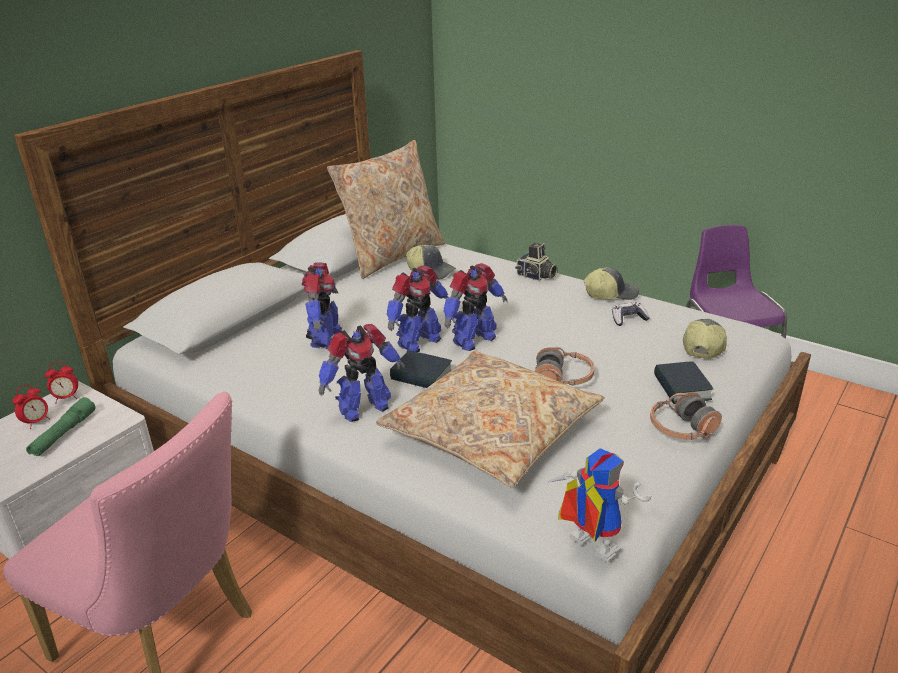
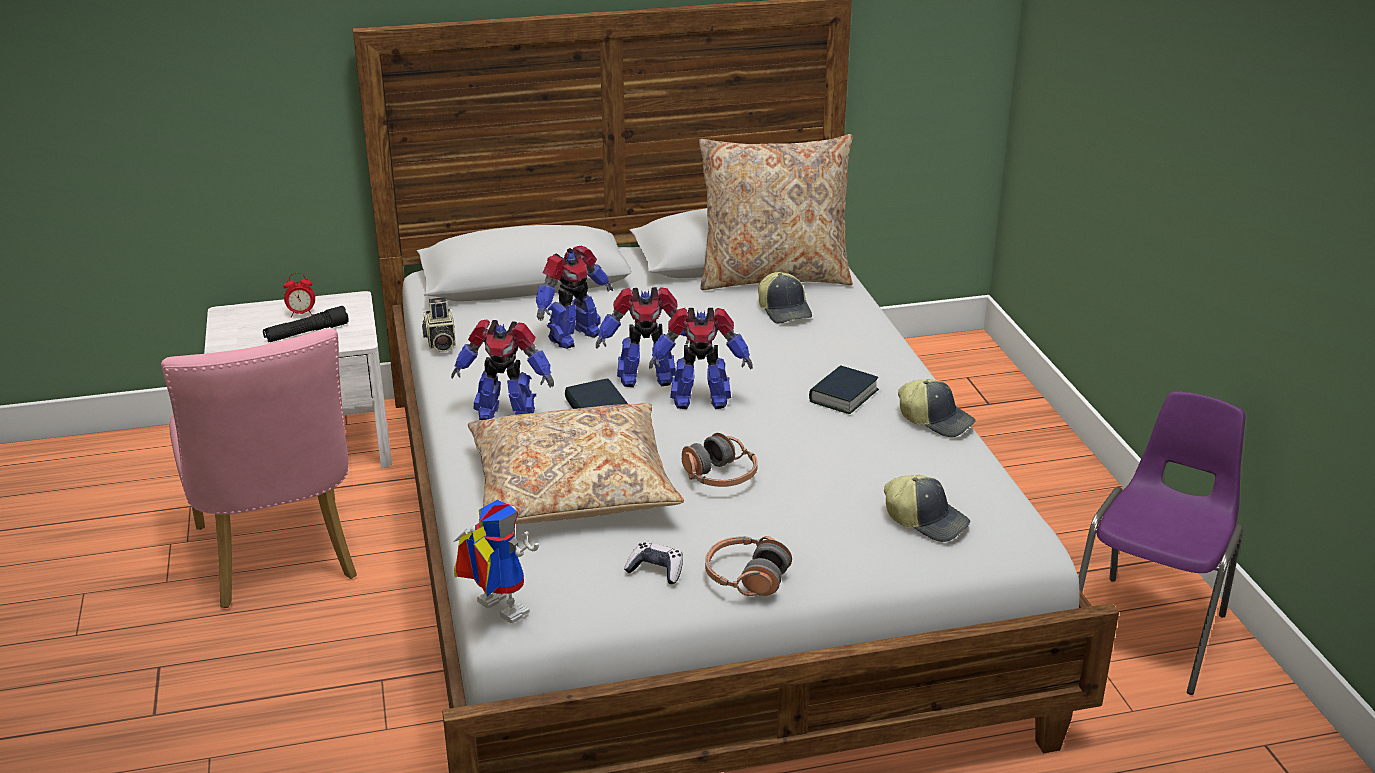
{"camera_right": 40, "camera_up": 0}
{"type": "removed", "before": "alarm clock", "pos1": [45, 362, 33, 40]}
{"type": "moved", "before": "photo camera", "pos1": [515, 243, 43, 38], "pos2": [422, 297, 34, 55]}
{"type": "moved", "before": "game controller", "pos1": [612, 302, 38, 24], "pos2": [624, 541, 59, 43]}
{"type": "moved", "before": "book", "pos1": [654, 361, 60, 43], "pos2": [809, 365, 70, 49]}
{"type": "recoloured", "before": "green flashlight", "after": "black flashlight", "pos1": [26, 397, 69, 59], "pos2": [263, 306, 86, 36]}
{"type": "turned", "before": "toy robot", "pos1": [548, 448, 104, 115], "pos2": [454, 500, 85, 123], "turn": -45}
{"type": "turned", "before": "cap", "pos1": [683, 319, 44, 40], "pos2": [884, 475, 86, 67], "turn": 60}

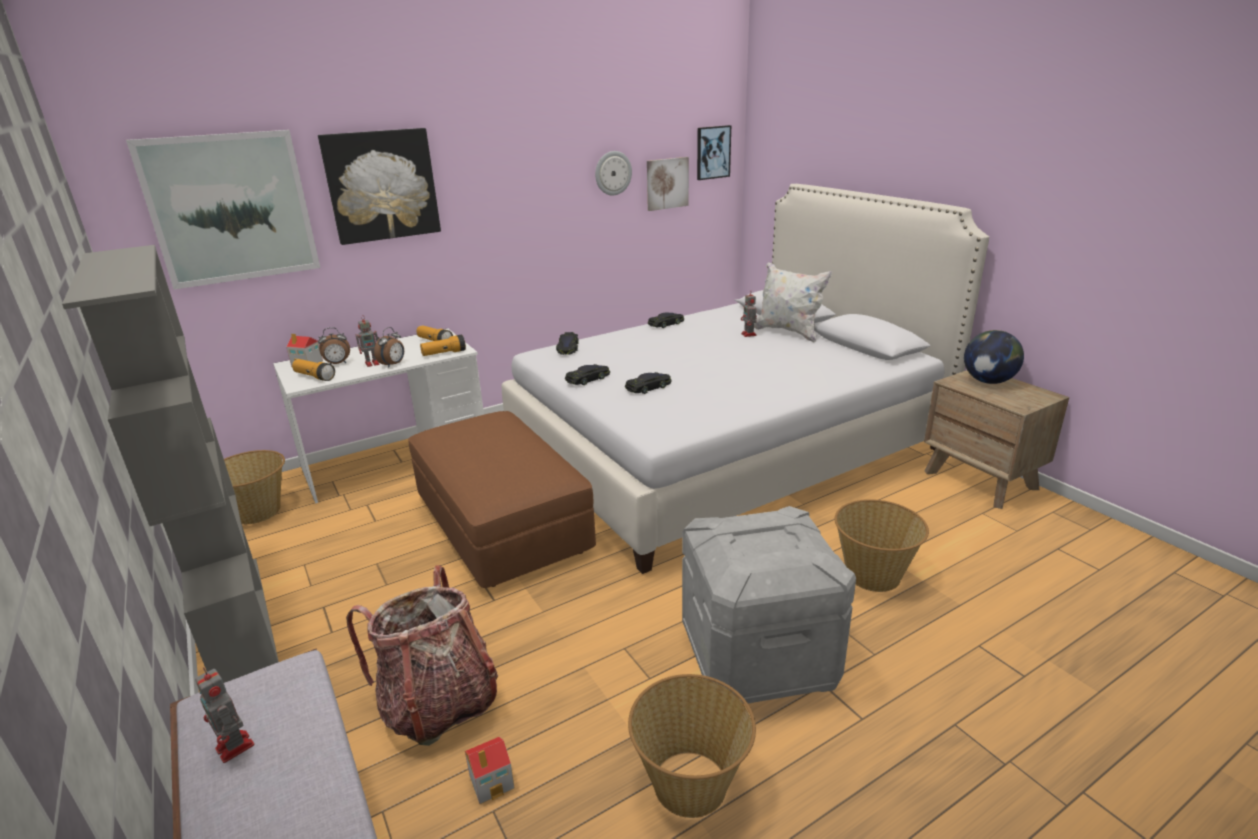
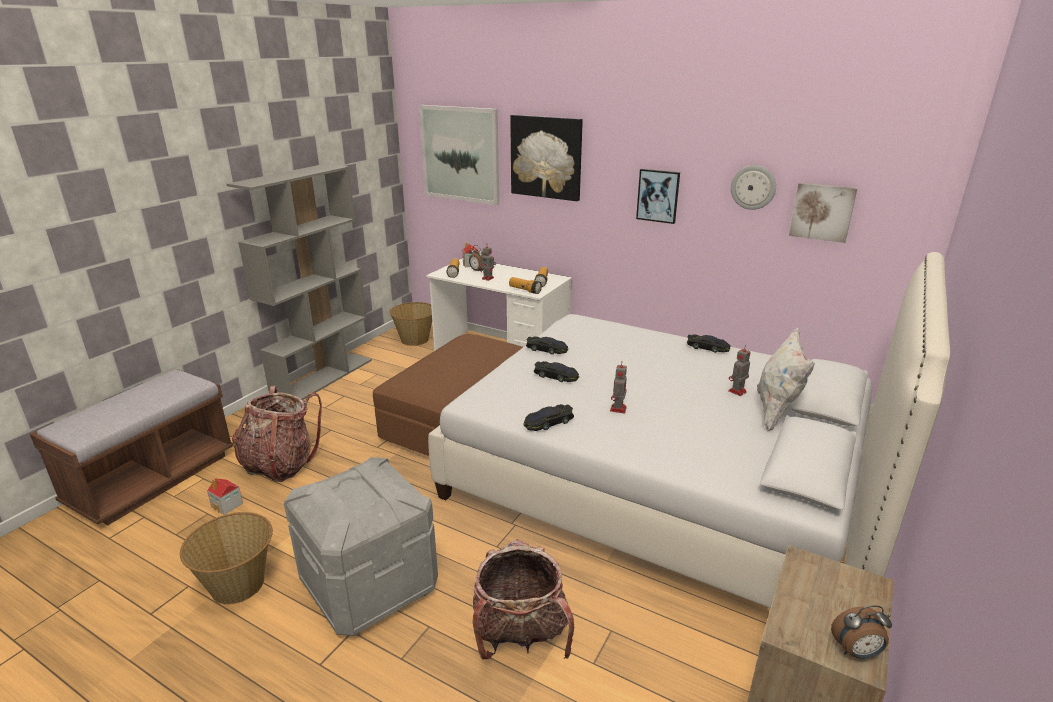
{"camera_right": 60, "camera_up": 0}
{"type": "removed", "before": "globe", "pos1": [964, 330, 60, 54]}
{"type": "moved", "before": "toy robot", "pos1": [195, 667, 59, 96], "pos2": [610, 363, 17, 50]}
{"type": "moved", "before": "alarm clock", "pos1": [374, 327, 30, 41], "pos2": [831, 606, 61, 53]}
{"type": "moved", "before": "black toy car", "pos1": [556, 332, 23, 23], "pos2": [524, 404, 50, 27]}
{"type": "moved", "before": "picture", "pos1": [697, 125, 34, 55], "pos2": [636, 169, 44, 55]}
{"type": "replaced", "before": "basket", "after": "backpack", "pos1": [835, 499, 94, 93], "pos2": [473, 539, 101, 120]}

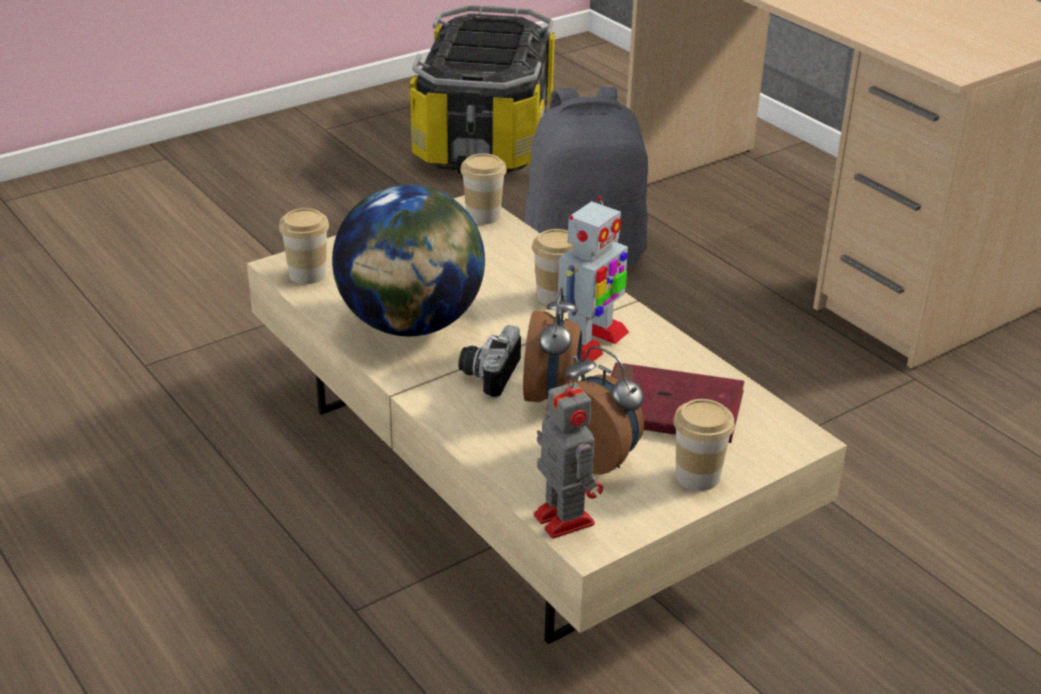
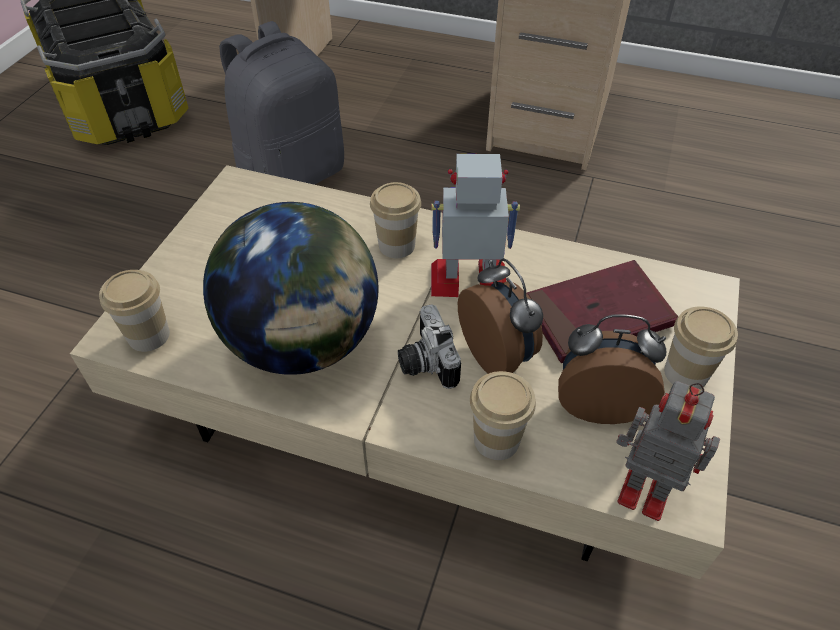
{"camera_right": -35, "camera_up": 15}
{"type": "moved", "before": "cup", "pos1": [460, 154, 47, 70], "pos2": [470, 371, 66, 89]}
{"type": "turned", "before": "toy robot", "pos1": [557, 196, 72, 165], "pos2": [431, 154, 89, 143], "turn": -90}

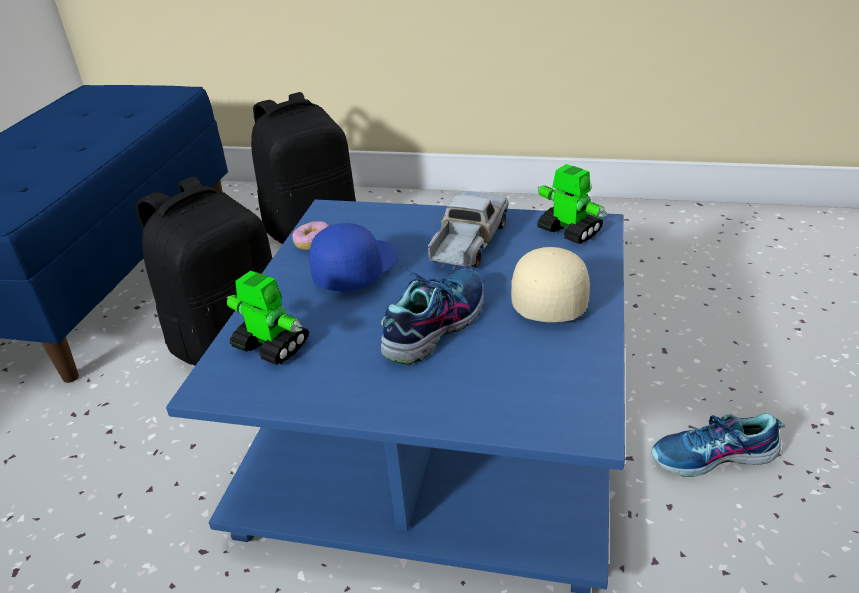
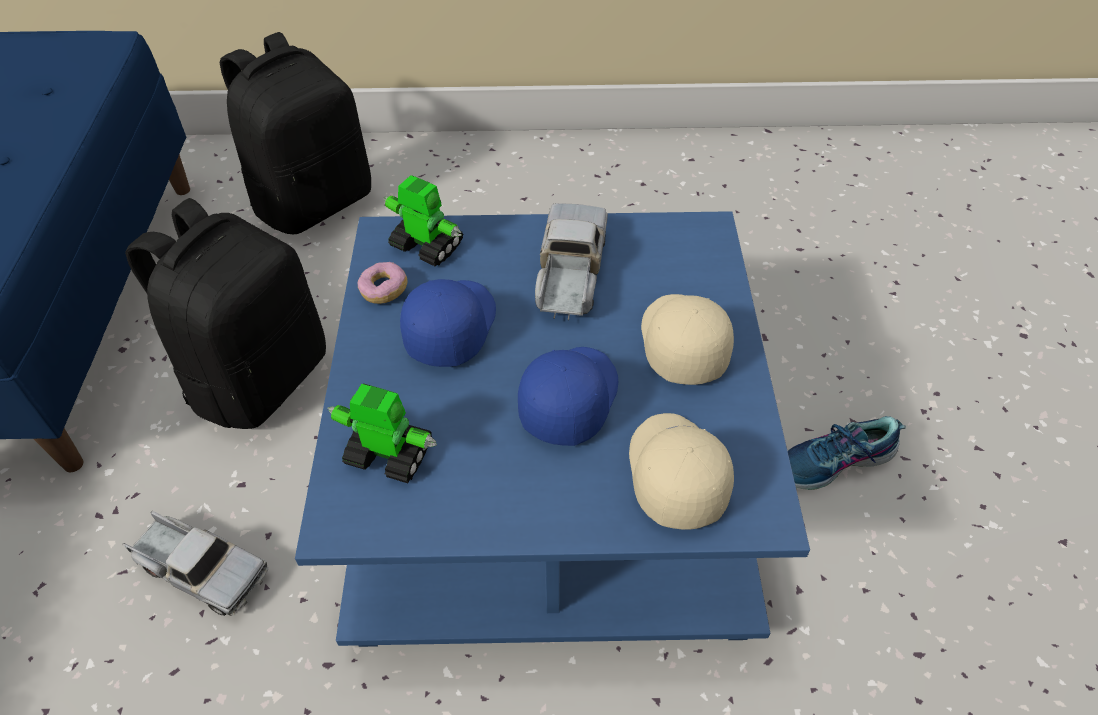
{"camera_right": -15, "camera_up": 15}
{"type": "added", "after": "toy truck", "pos2": [122, 511, 146, 105]}
{"type": "added", "after": "beige cap", "pos2": [629, 413, 105, 117]}
{"type": "moved", "before": "toy robot", "pos1": [537, 164, 70, 80], "pos2": [384, 175, 79, 91]}
{"type": "replaced", "before": "shoe", "after": "blue cap", "pos1": [381, 267, 103, 98], "pos2": [518, 347, 100, 99]}

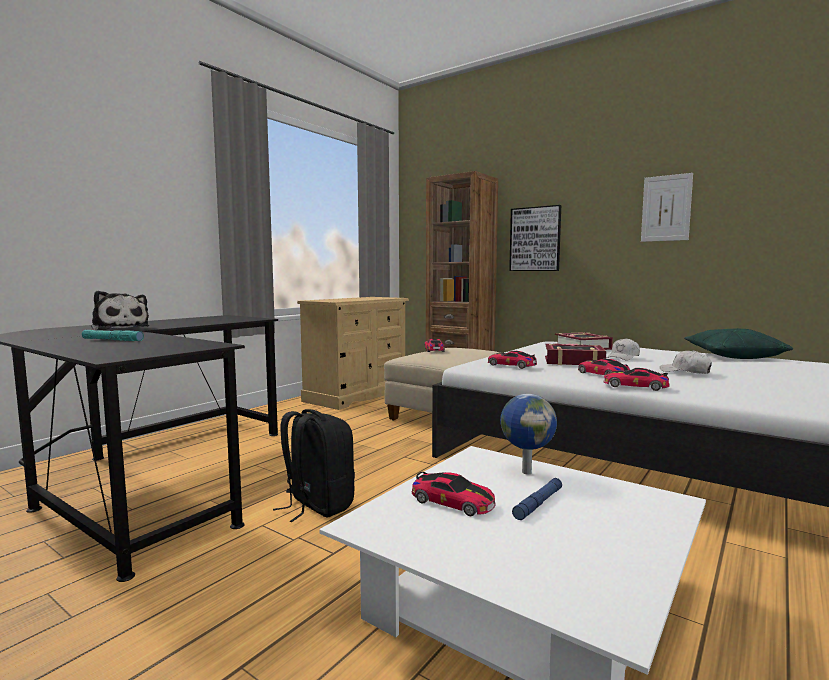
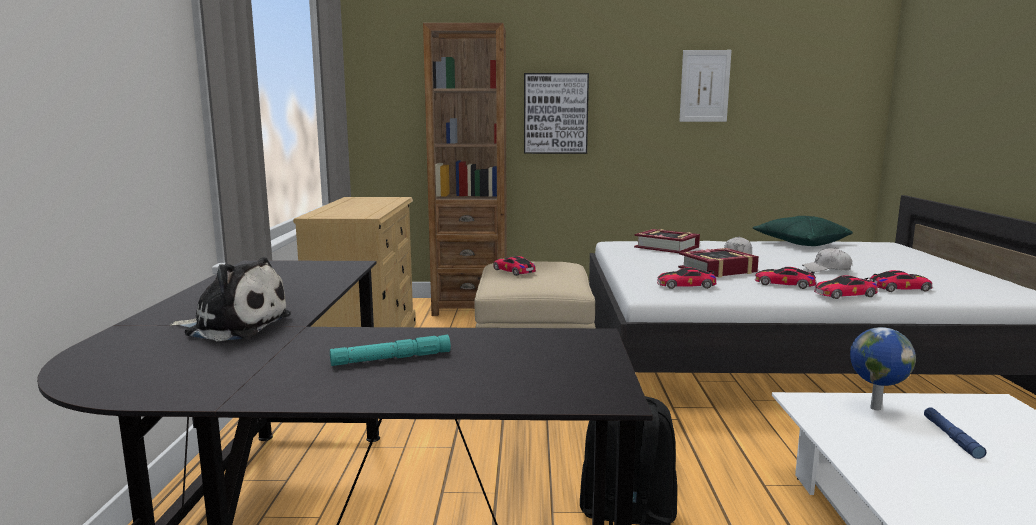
{"camera_right": -35, "camera_up": 5}
{"type": "moved", "before": "toy car", "pos1": [412, 472, 84, 44], "pos2": [870, 270, 62, 22]}

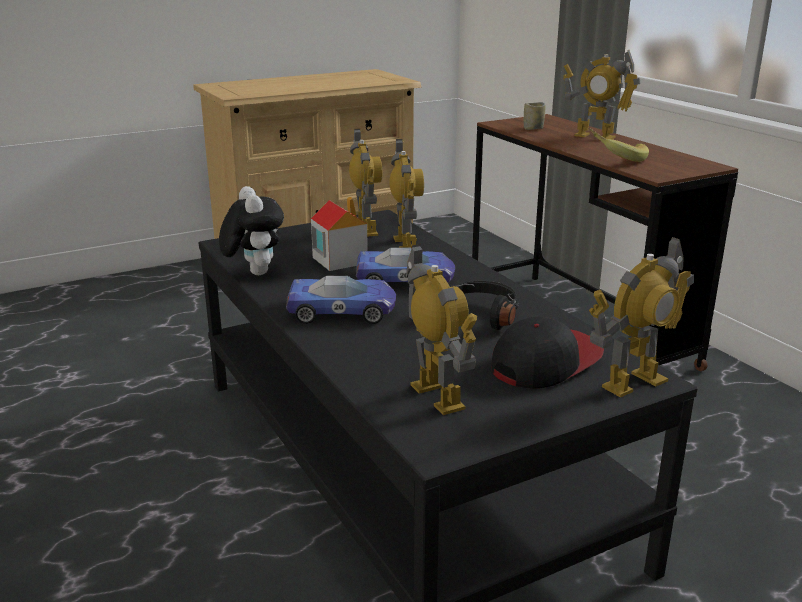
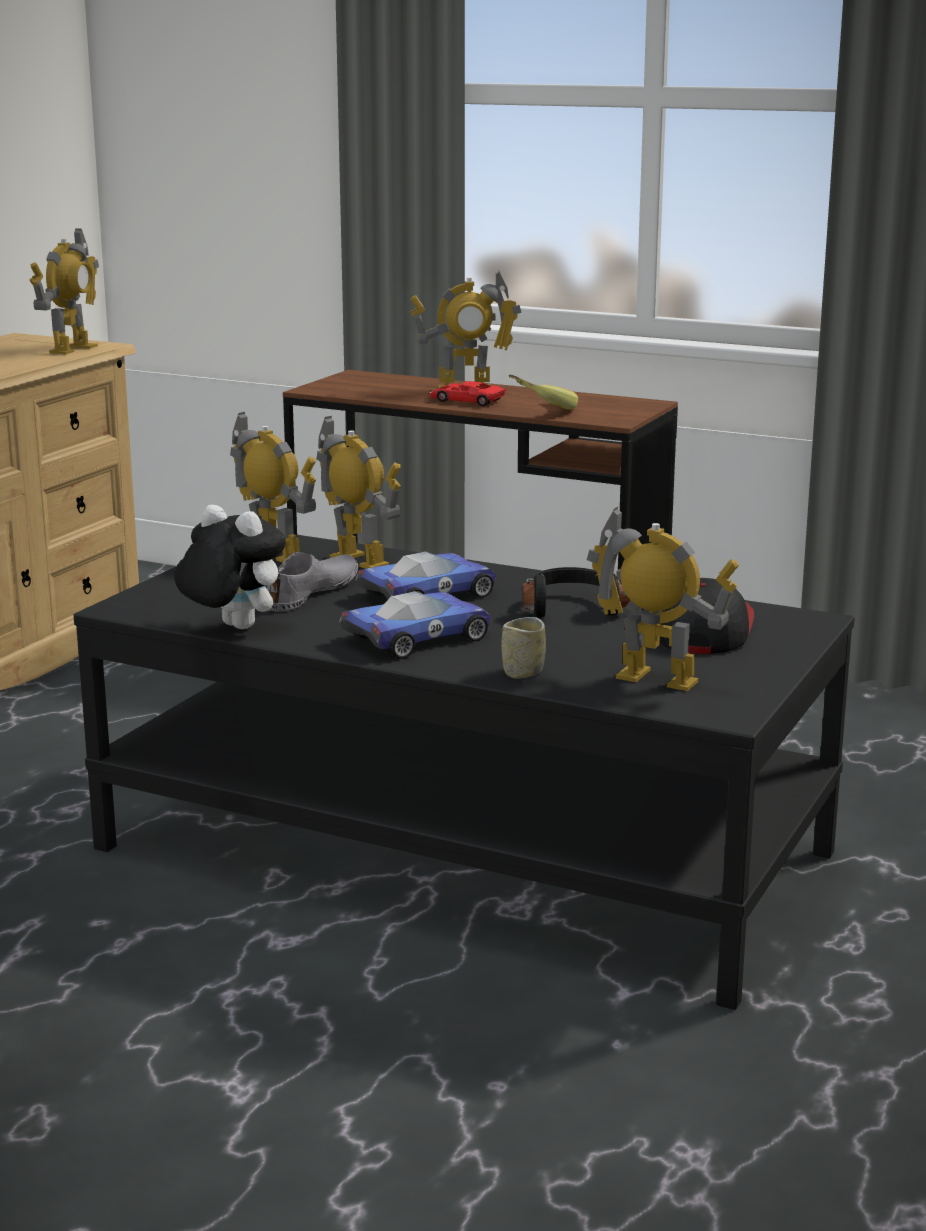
{"camera_right": -35, "camera_up": -5}
{"type": "added", "after": "red toy car", "pos2": [429, 381, 77, 25]}
{"type": "moved", "before": "cup", "pos1": [524, 102, 21, 28], "pos2": [501, 617, 45, 62]}
{"type": "moved", "before": "toy robot", "pos1": [589, 237, 105, 160], "pos2": [30, 228, 69, 127]}
{"type": "replaced", "before": "toy house", "after": "grey shoe", "pos1": [311, 197, 57, 74], "pos2": [267, 552, 91, 60]}

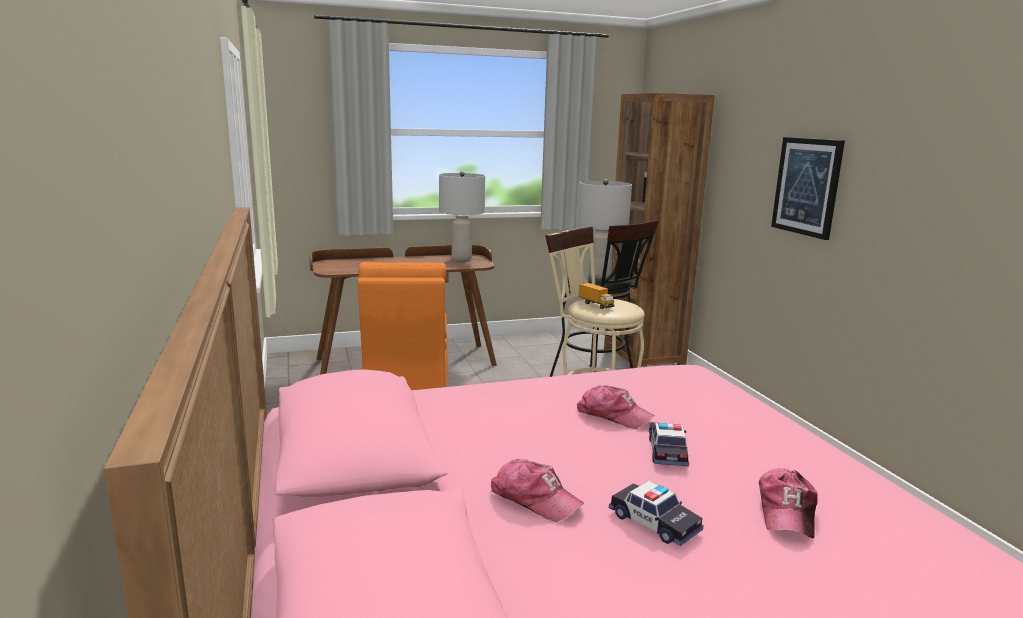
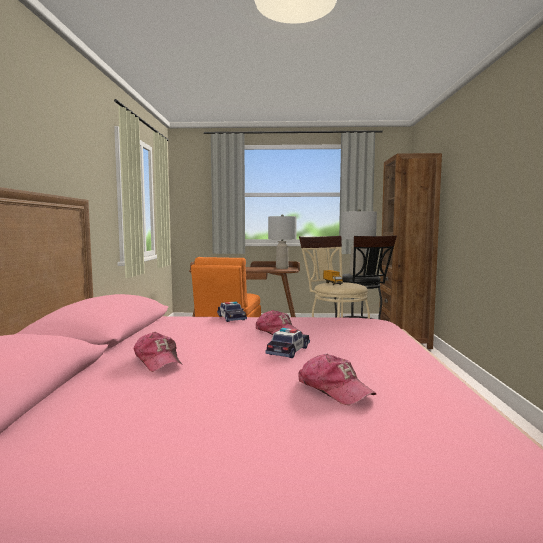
{"camera_right": 20, "camera_up": -10}
{"type": "removed", "before": "picture", "pos1": [771, 137, 74, 103]}
{"type": "moved", "before": "toy car", "pos1": [609, 481, 95, 65], "pos2": [217, 302, 30, 20]}
{"type": "turned", "before": "cap", "pos1": [759, 469, 59, 69], "pos2": [298, 354, 78, 51], "turn": -75}

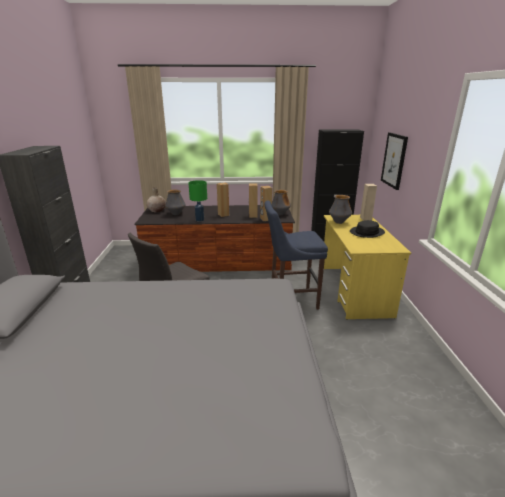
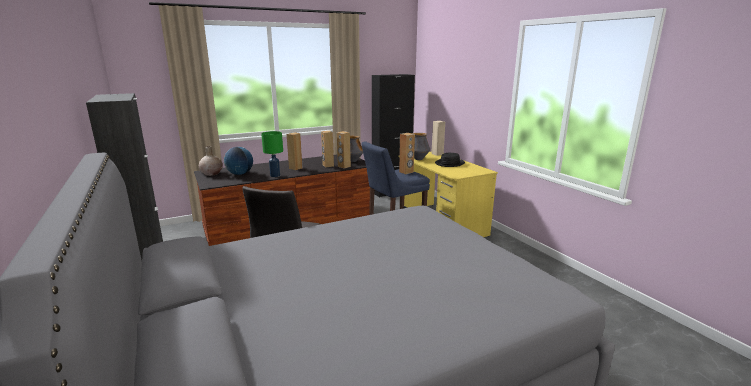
{"camera_right": -25, "camera_up": -5}
{"type": "removed", "before": "picture", "pos1": [381, 132, 27, 58]}
{"type": "added", "after": "brown speaker", "pos2": [399, 133, 16, 41]}
{"type": "replaced", "before": "vase", "after": "globe", "pos1": [165, 189, 21, 26], "pos2": [224, 147, 29, 28]}

